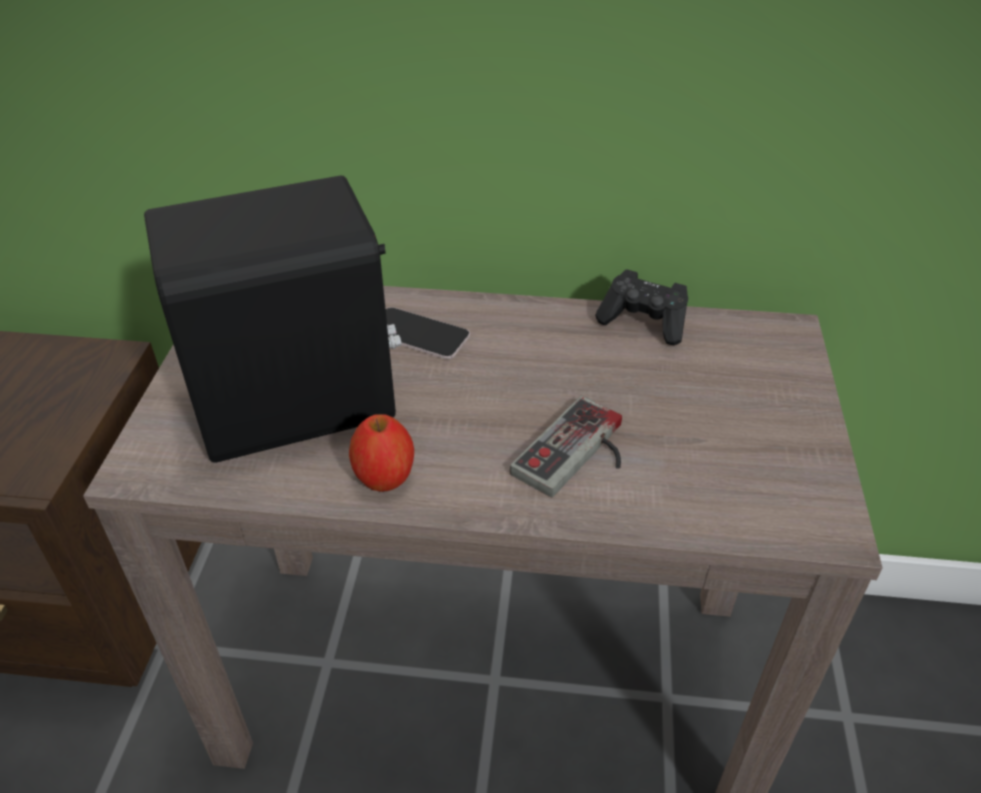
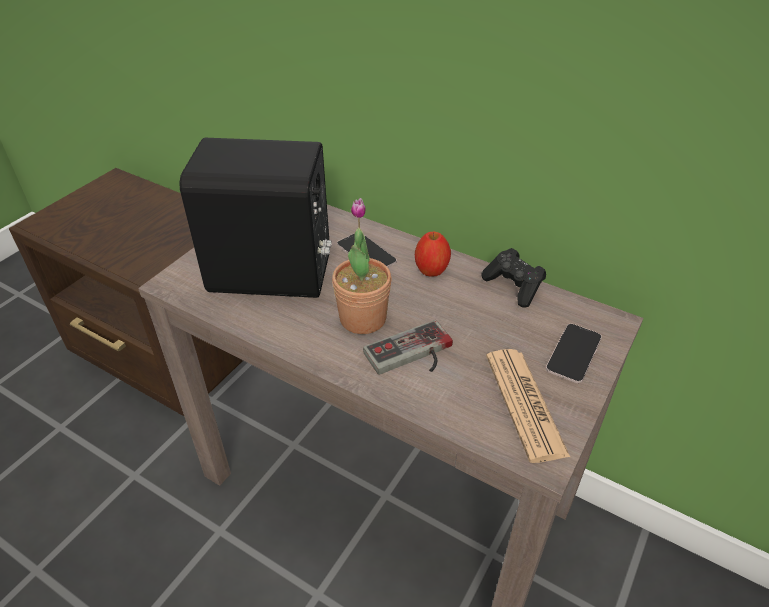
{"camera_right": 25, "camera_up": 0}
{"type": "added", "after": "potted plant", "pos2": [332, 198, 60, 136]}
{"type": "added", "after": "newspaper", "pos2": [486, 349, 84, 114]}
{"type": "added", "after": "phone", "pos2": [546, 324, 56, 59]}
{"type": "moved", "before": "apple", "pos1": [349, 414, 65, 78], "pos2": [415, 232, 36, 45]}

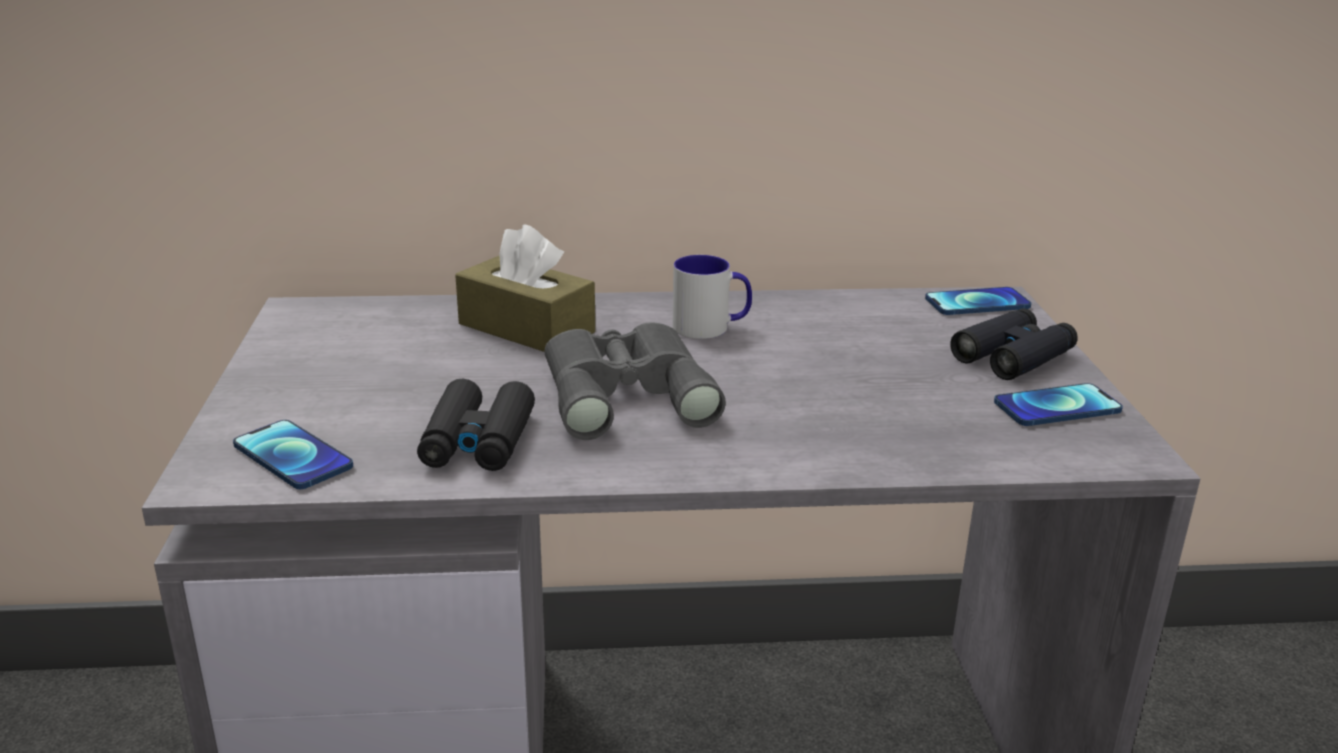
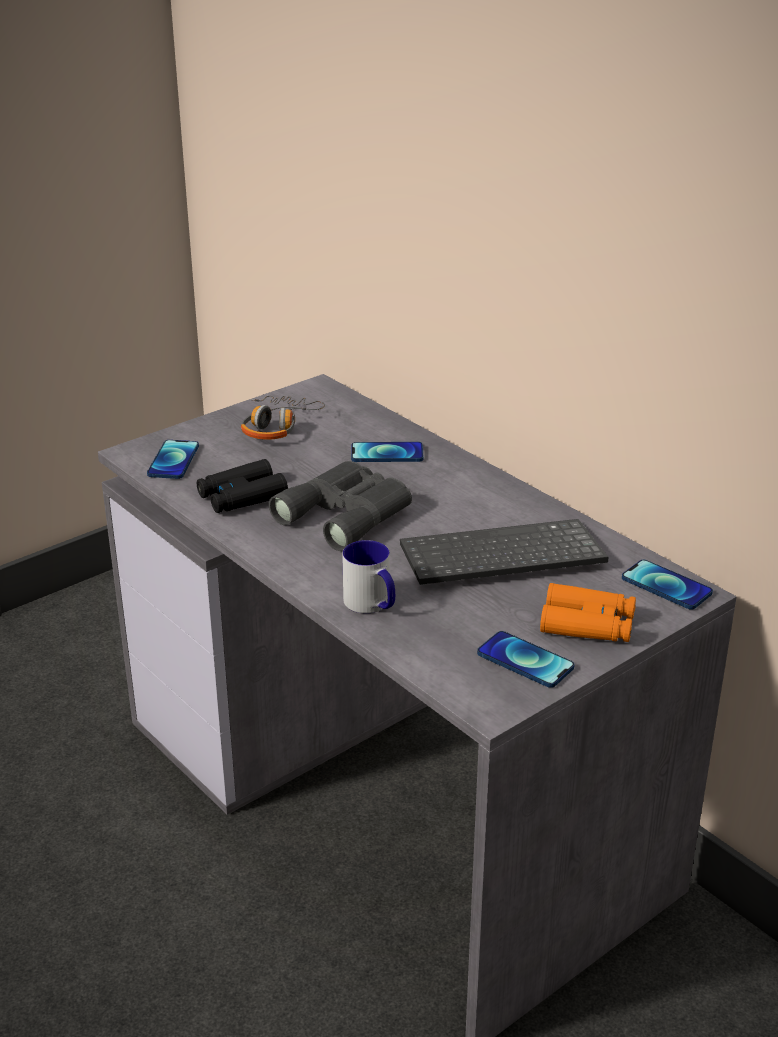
{"camera_right": 55, "camera_up": 5}
{"type": "added", "after": "headphones", "pos2": [241, 396, 84, 44]}
{"type": "added", "after": "keyboard", "pos2": [400, 519, 208, 66]}
{"type": "moved", "before": "mug", "pos1": [672, 255, 80, 84], "pos2": [342, 540, 53, 73]}
{"type": "replaced", "before": "brown tissue box", "after": "phone", "pos1": [455, 224, 140, 128], "pos2": [351, 442, 72, 20]}
{"type": "recoloured", "before": "black binoculars", "after": "orange binoculars", "pos1": [950, 308, 128, 72], "pos2": [540, 583, 96, 59]}

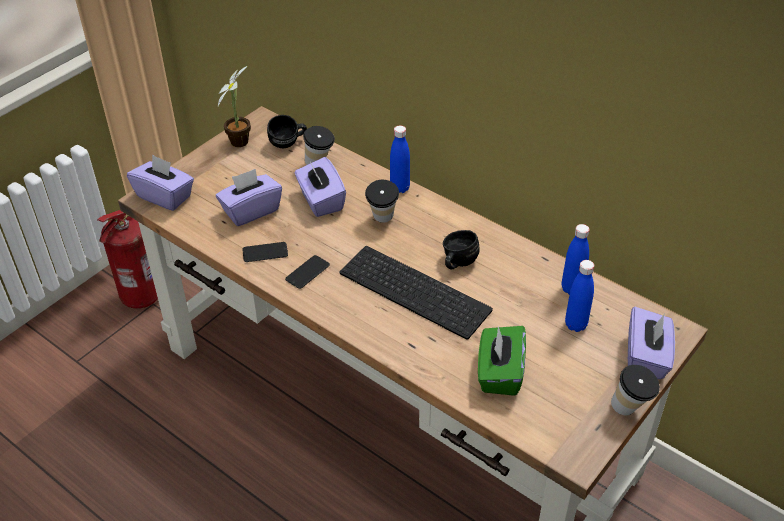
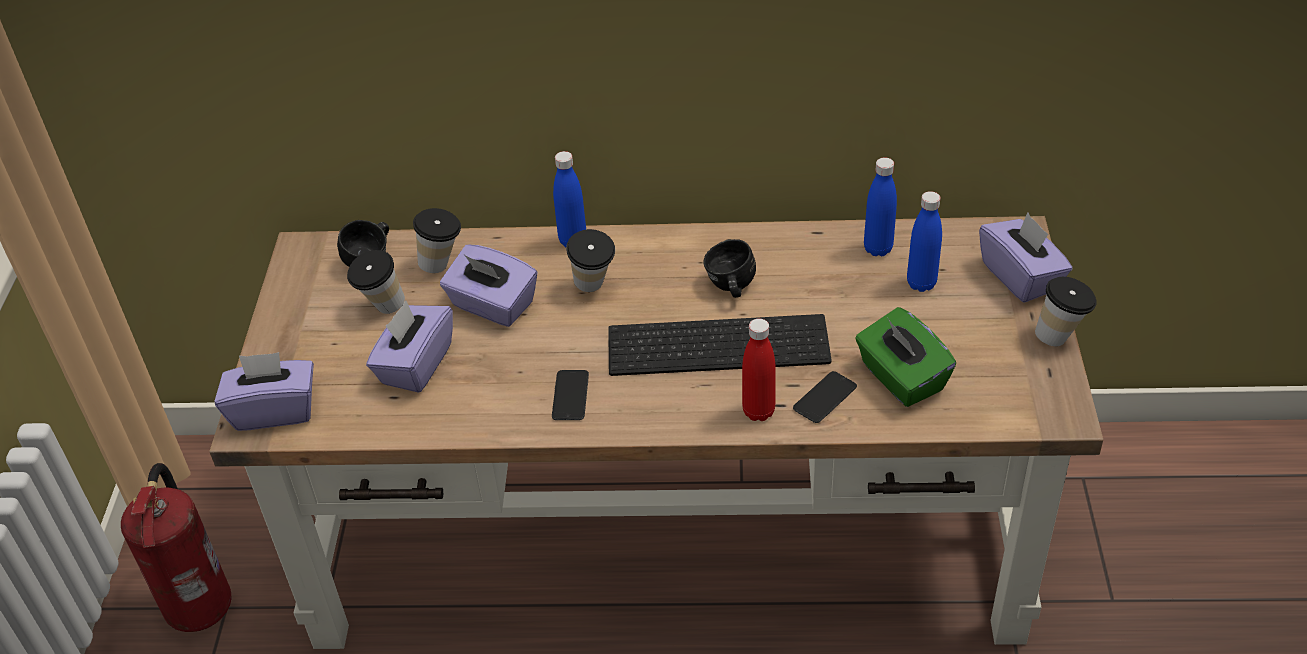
{"camera_right": -35, "camera_up": 0}
{"type": "removed", "before": "potted plant", "pos1": [218, 66, 33, 81]}
{"type": "added", "after": "cup", "pos2": [347, 250, 58, 64]}
{"type": "added", "after": "red bottle", "pos2": [742, 318, 34, 103]}
{"type": "moved", "before": "phone", "pos1": [242, 242, 46, 20], "pos2": [793, 371, 64, 52]}

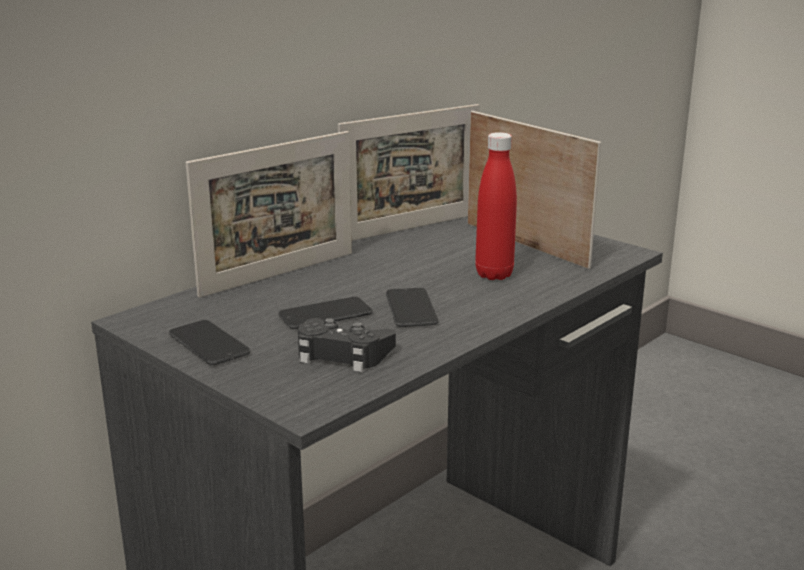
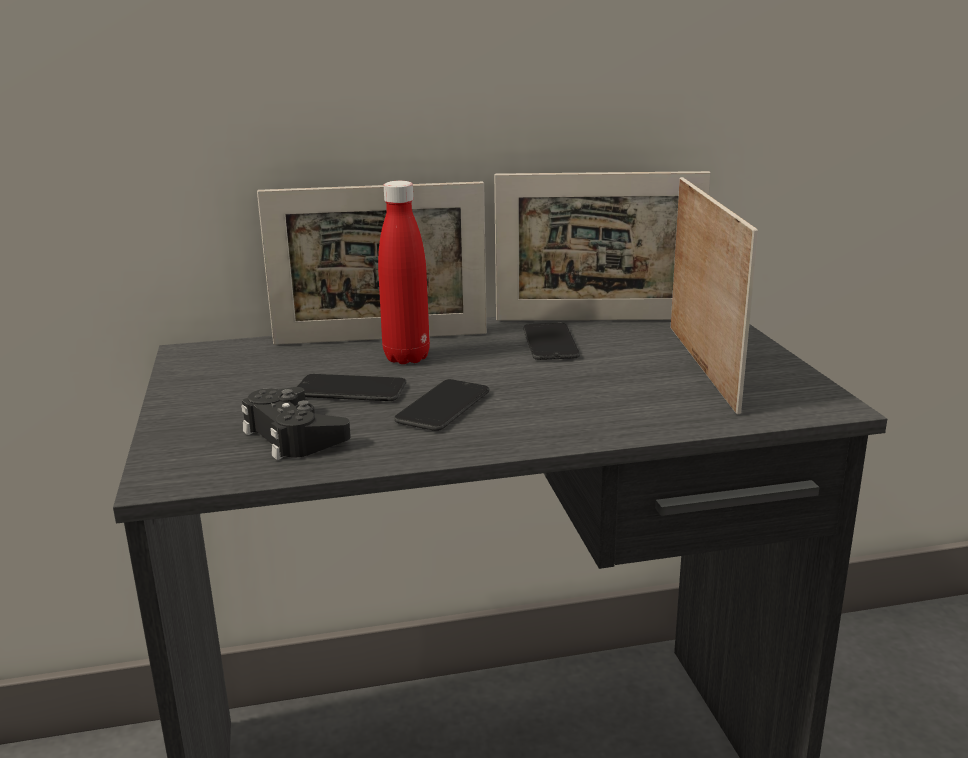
{"camera_right": 35, "camera_up": 0}
{"type": "moved", "before": "phone", "pos1": [169, 320, 81, 45], "pos2": [523, 323, 57, 37]}
{"type": "moved", "before": "red bottle", "pos1": [475, 132, 42, 148], "pos2": [378, 181, 52, 183]}

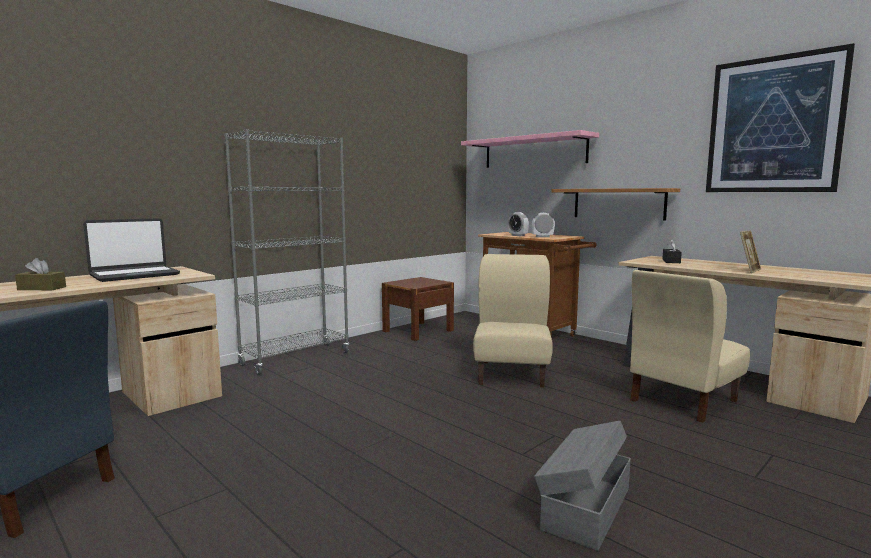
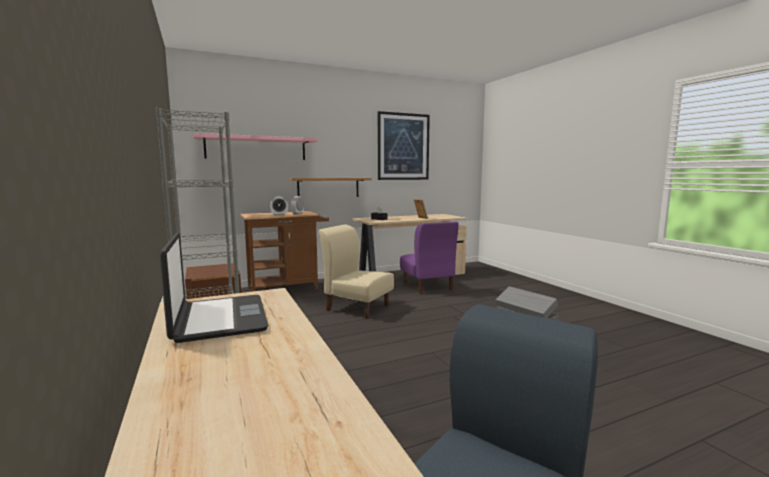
{"camera_right": -70, "camera_up": 0}
{"type": "removed", "before": "brown tissue box", "pos1": [15, 258, 51, 32]}
{"type": "recoloured", "before": "beige chair", "after": "purple chair", "pos1": [630, 270, 120, 153], "pos2": [400, 222, 59, 73]}

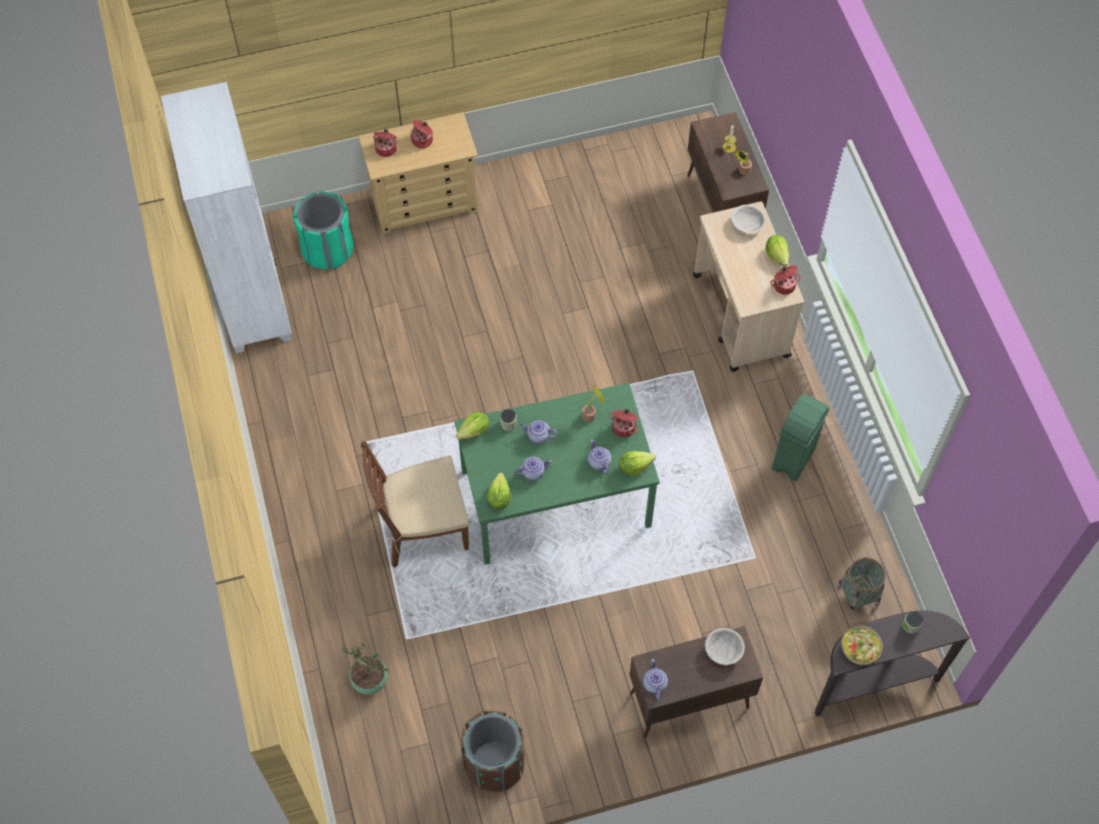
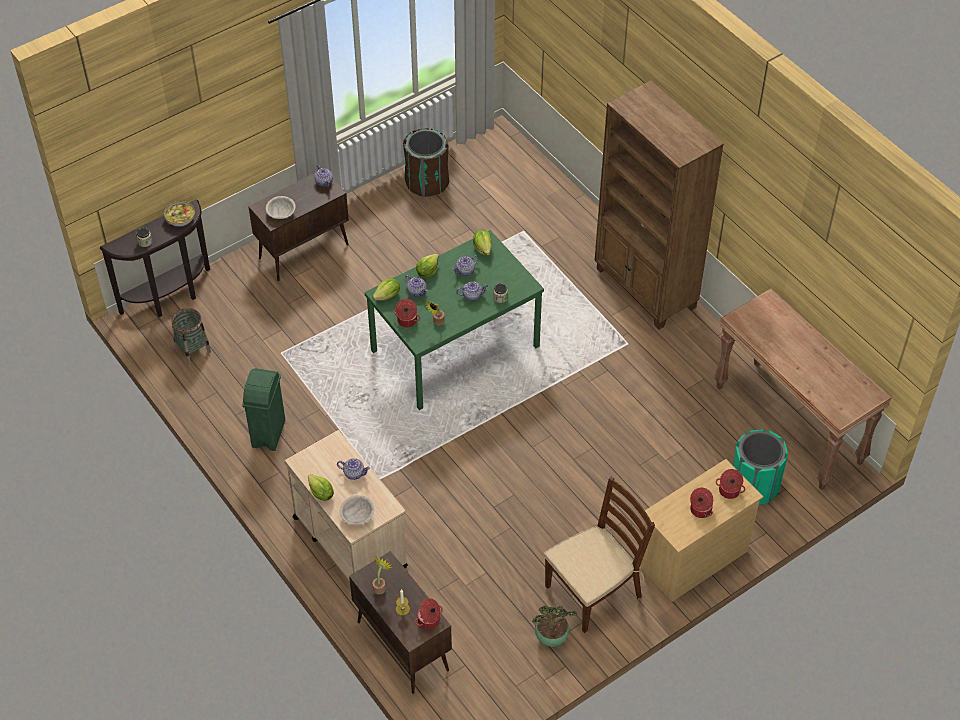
{"camera_right": 160, "camera_up": -10}
{"type": "added", "after": "teapot", "pos2": [337, 458, 33, 22]}
{"type": "added", "after": "brown bookcase", "pos2": [595, 80, 129, 250]}
{"type": "moved", "before": "potted plant", "pos1": [341, 642, 49, 53], "pos2": [532, 606, 46, 41]}
{"type": "moved", "before": "brown chair", "pos1": [361, 441, 108, 127], "pos2": [544, 477, 111, 156]}
{"type": "moved", "before": "lettuce", "pos1": [456, 412, 33, 27], "pos2": [416, 254, 23, 24]}
{"type": "moved", "before": "cooking pot", "pos1": [770, 265, 31, 30], "pos2": [415, 598, 28, 32]}
{"type": "replaced", "before": "white bookcase", "after": "brown console table", "pos1": [161, 82, 131, 271], "pos2": [714, 288, 177, 202]}

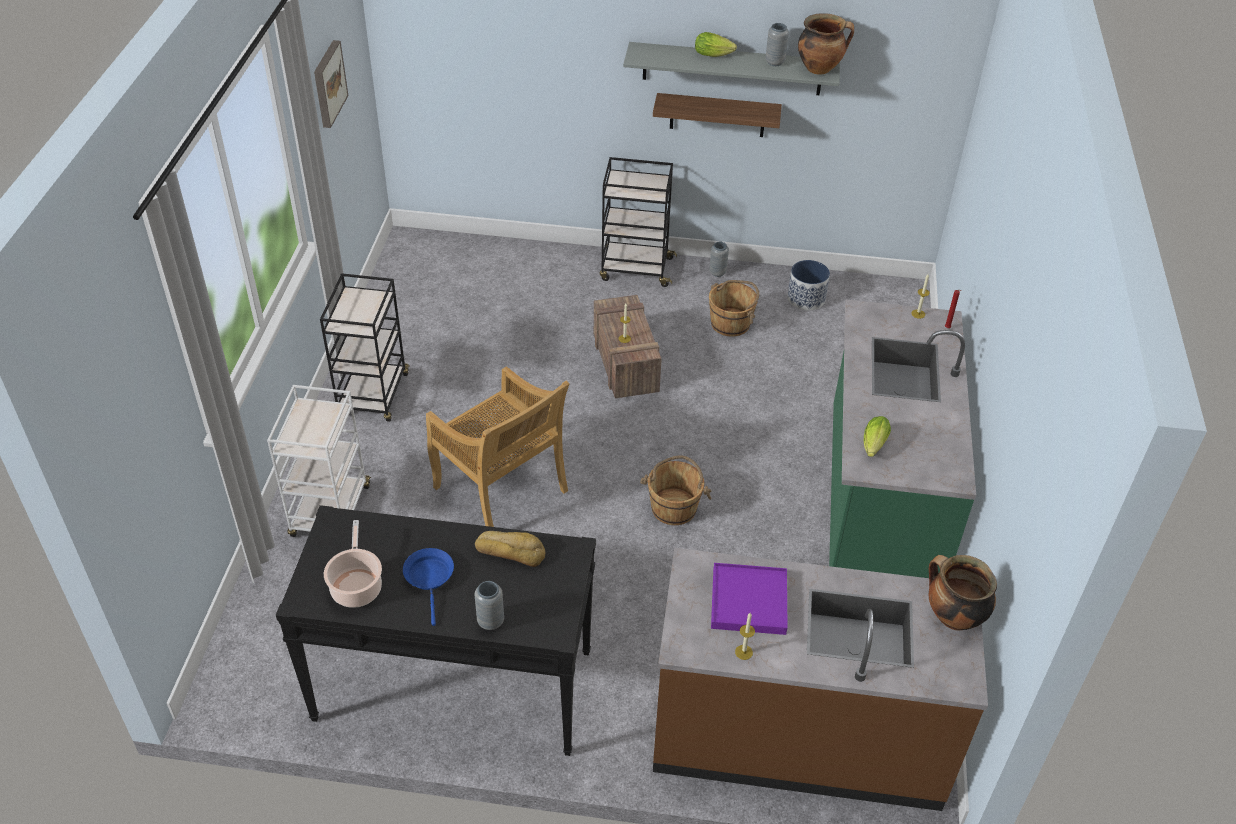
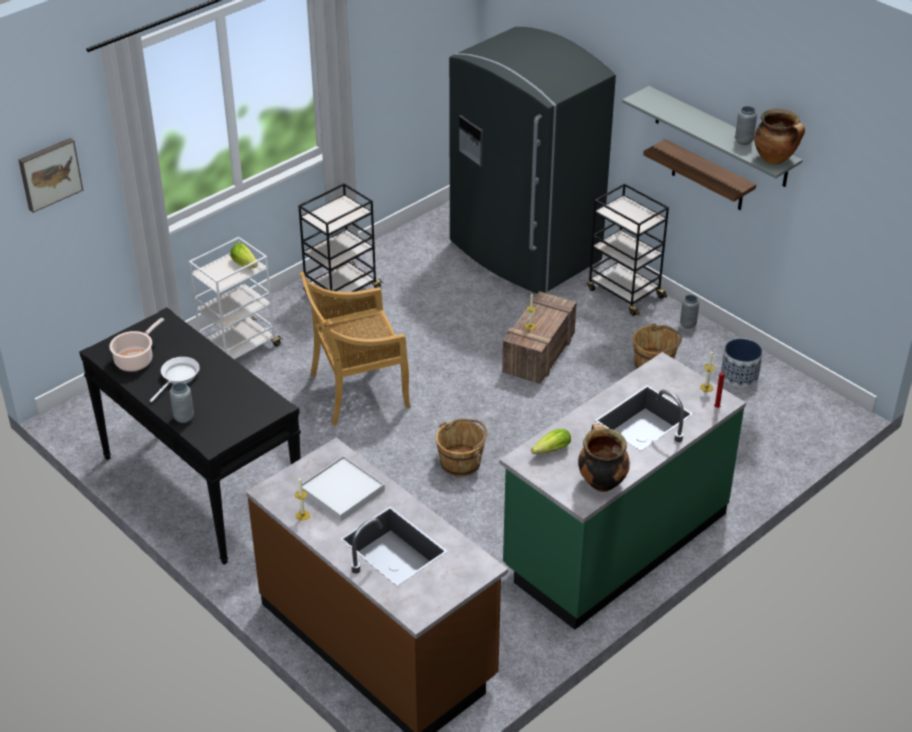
{"camera_right": 40, "camera_up": -5}
{"type": "removed", "before": "bread", "pos1": [475, 531, 70, 36]}
{"type": "added", "after": "grey fridge", "pos2": [449, 27, 167, 267]}
{"type": "moved", "before": "picture", "pos1": [314, 40, 34, 88], "pos2": [19, 138, 64, 75]}
{"type": "moved", "before": "lettuce", "pos1": [695, 32, 42, 25], "pos2": [230, 243, 28, 25]}
{"type": "moved", "before": "cooking pot", "pos1": [929, 555, 68, 76], "pos2": [578, 424, 52, 68]}
{"type": "recoloured", "before": "blue frying pan", "after": "white frying pan", "pos1": [403, 548, 51, 78], "pos2": [150, 357, 50, 46]}
{"type": "recoloured", "before": "purple tray", "after": "white tray", "pos1": [711, 563, 77, 72], "pos2": [302, 456, 83, 65]}
{"type": "turned", "before": "beige chair", "pos1": [426, 367, 143, 160], "pos2": [300, 272, 110, 154], "turn": 75}

